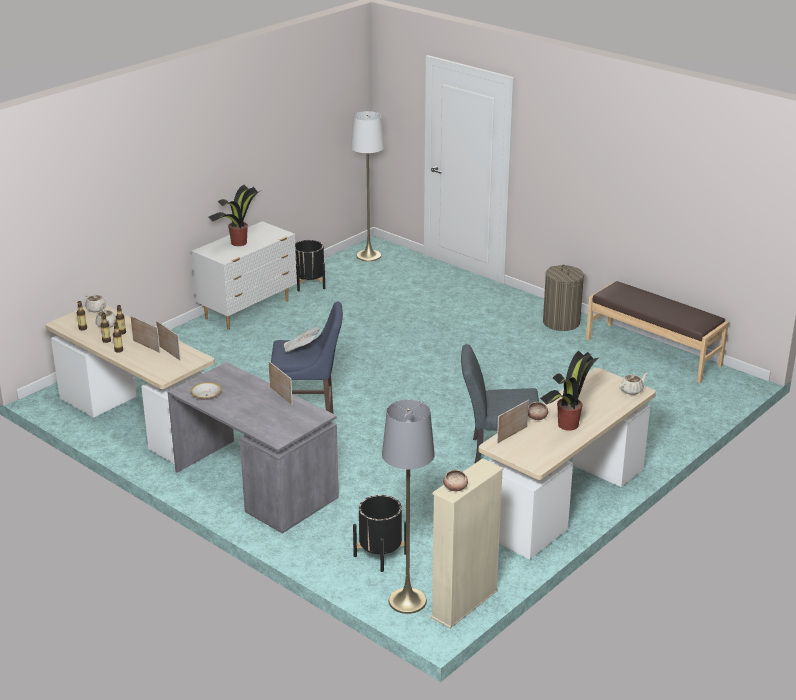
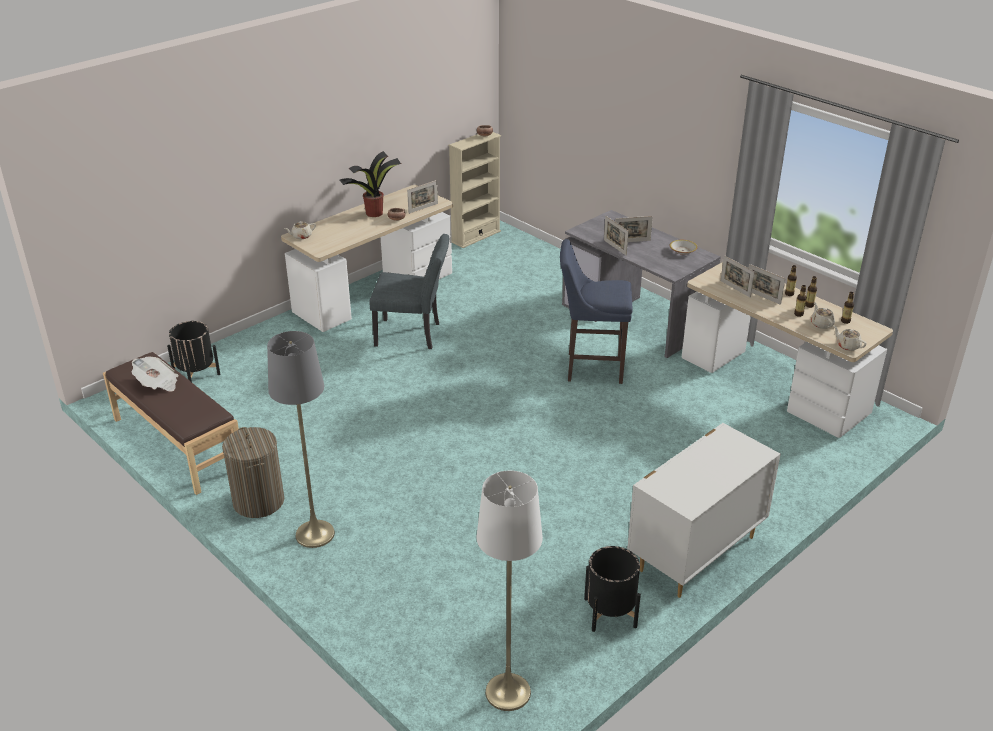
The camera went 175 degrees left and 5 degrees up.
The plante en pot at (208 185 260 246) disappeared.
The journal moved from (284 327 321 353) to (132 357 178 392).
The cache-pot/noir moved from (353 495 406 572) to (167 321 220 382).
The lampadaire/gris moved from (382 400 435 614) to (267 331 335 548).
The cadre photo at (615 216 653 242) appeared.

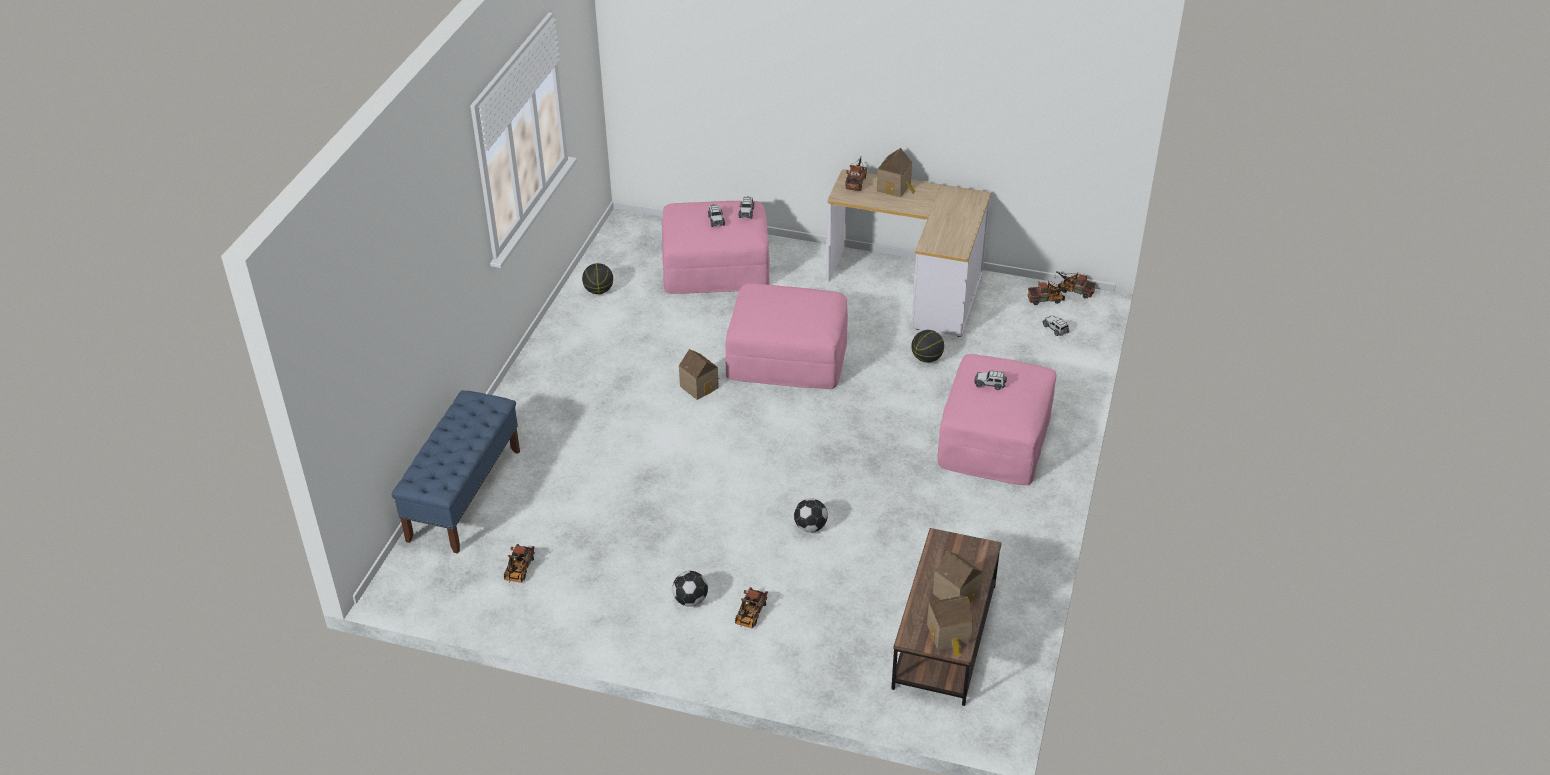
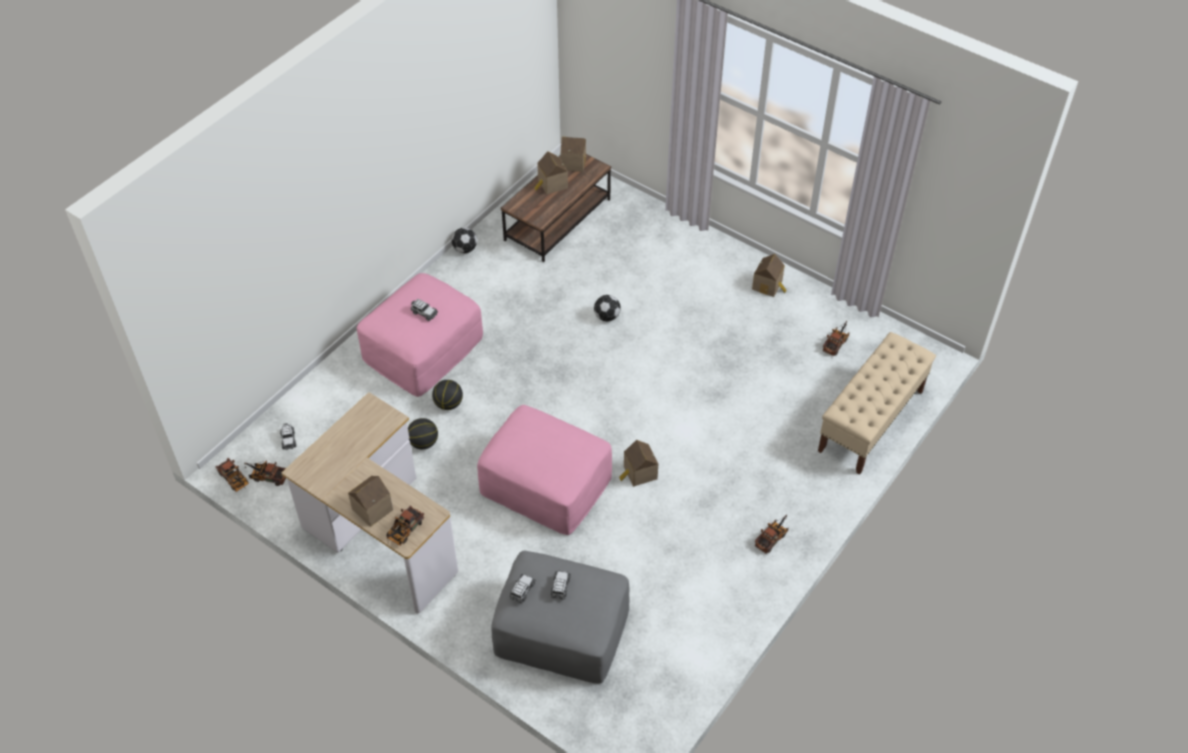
The camera went 160 degrees left and 10 degrees up.
The banc/bleu at (391 390 520 554) became the banc/beige at (818 332 936 475).
The ballon de basket moved from (582 263 613 294) to (432 380 463 410).
The pouf/rose at (662 201 770 294) became the pouf/gris at (491 550 630 684).
The ballon de foot moved from (672 571 708 607) to (452 228 477 253).
The camion jouet moved from (735 587 768 628) to (755 515 788 554).
The maison miniature at (752 254 786 297) appeared.

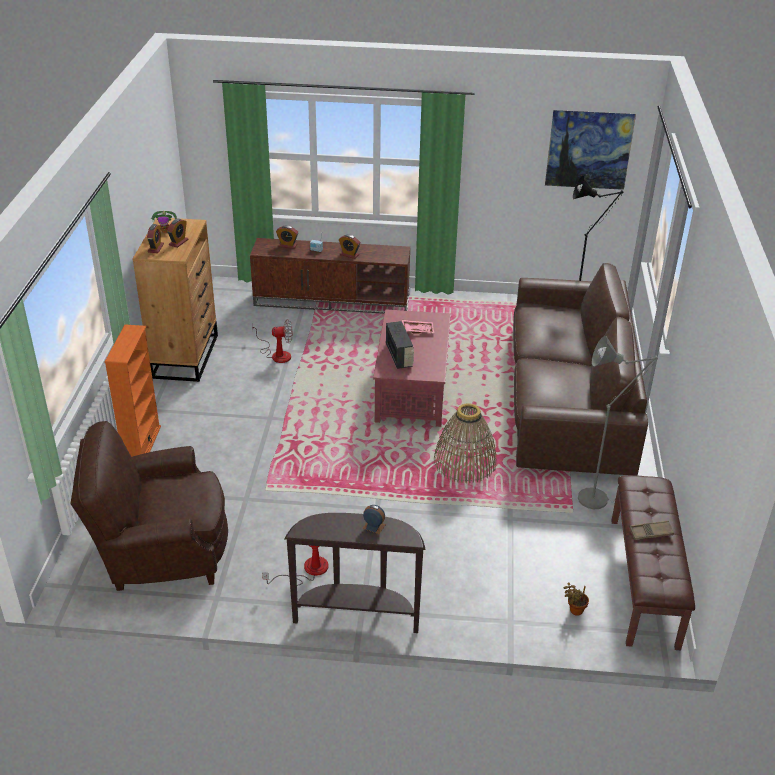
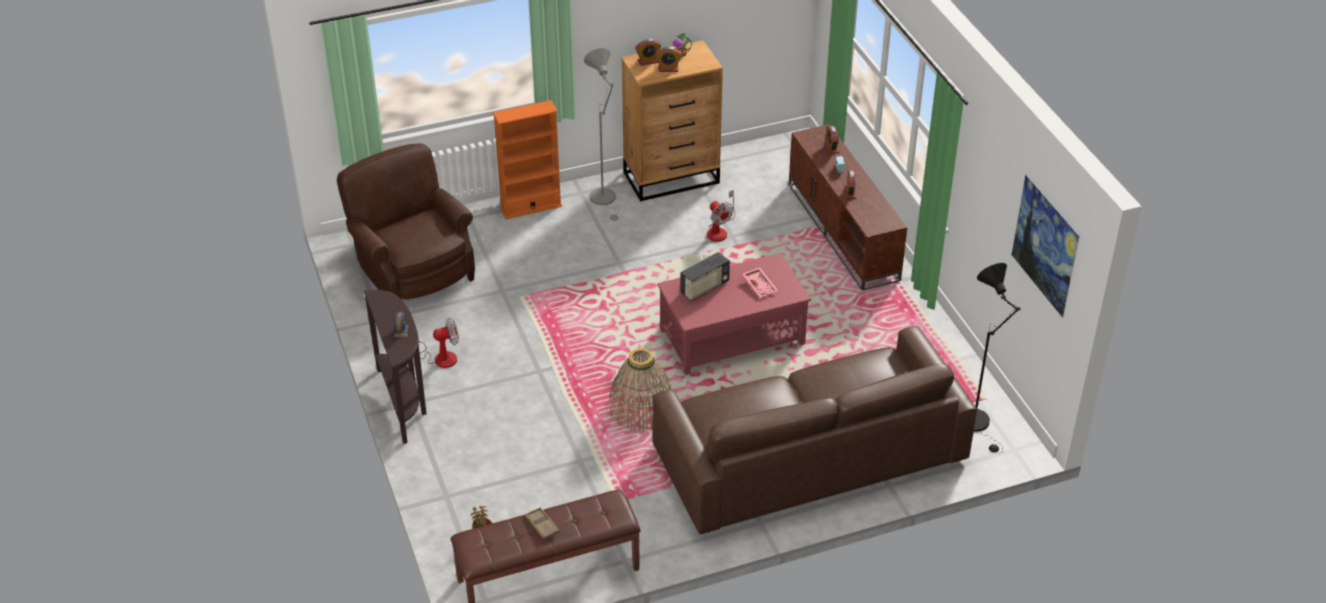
The camera went 65 degrees right and 5 degrees up.
The lampadaire/gris moved from (578 336 658 509) to (584 48 622 221).

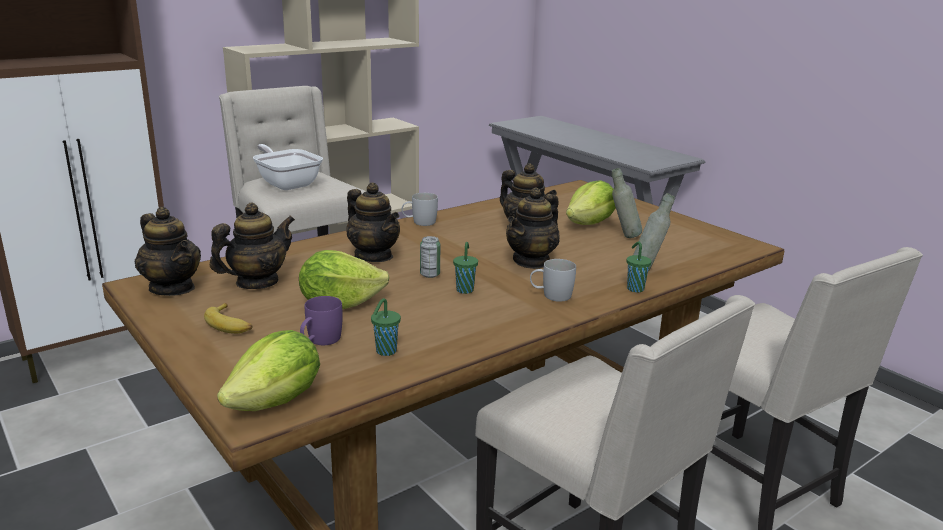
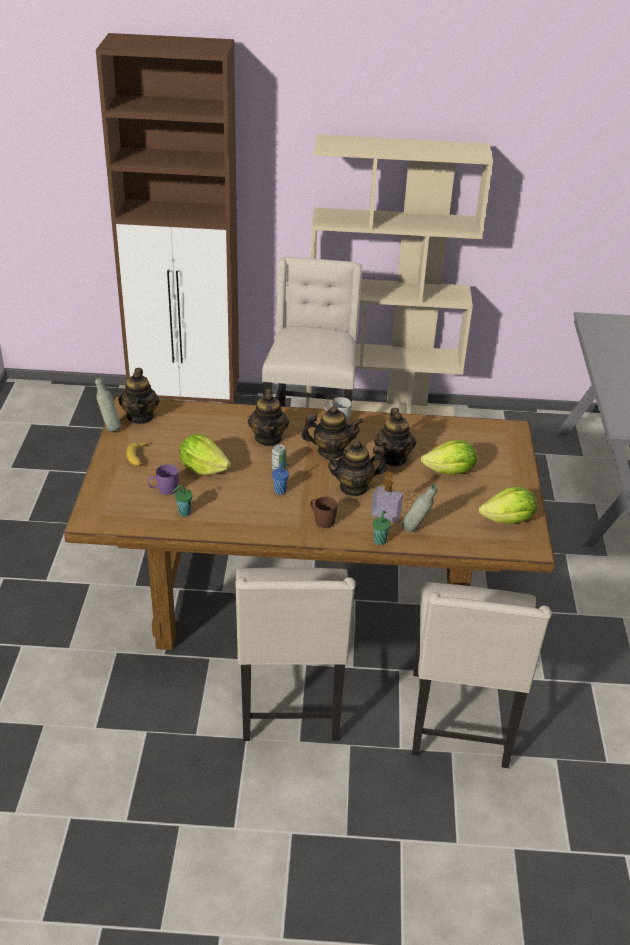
The camera went 40 degrees right and 15 degrees up.
The théière moved from (210 202 295 289) to (301 405 363 458).
The laitue moved from (217 330 320 411) to (479 486 537 524).
The poêle at (253 144 323 190) disappeared.
The tasse/vert at (453 242 478 294) became the tasse/bleu at (272 462 289 495).
The mug/blanc at (530 259 576 302) became the mug/marron at (310 497 337 528).
The bouteille/gris moved from (612 168 642 238) to (95 377 121 432).
The distributeur de savon at (371 472 403 522) appeared.

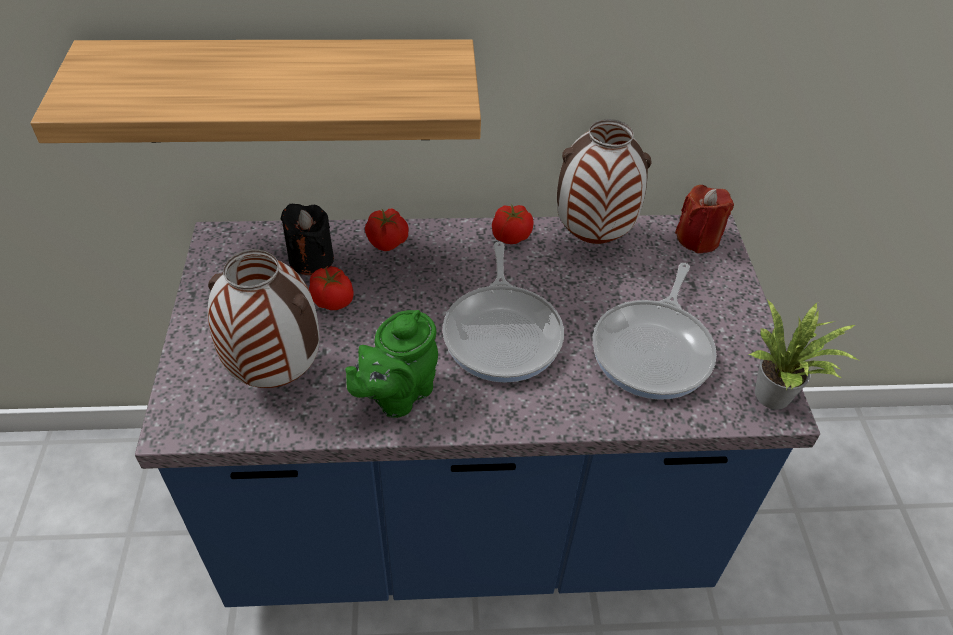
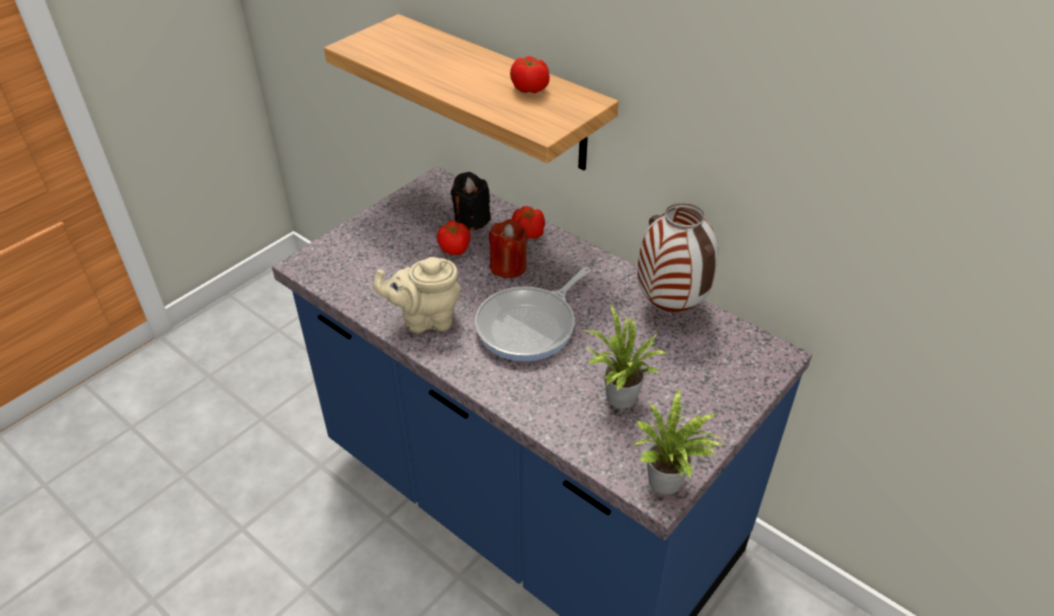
The camera went 45 degrees right and 5 degrees down.
The vase at (208 249 319 388) disappeared.
The théière/vert at (345 310 438 418) became the théière/beige at (373 257 461 333).
The tomate moved from (492 204 533 244) to (510 56 550 93).
The poêle at (593 263 717 400) was replaced by the plante en pot at (582 305 667 409).
The bougie/rouge moved from (675 185 734 253) to (489 219 527 278).

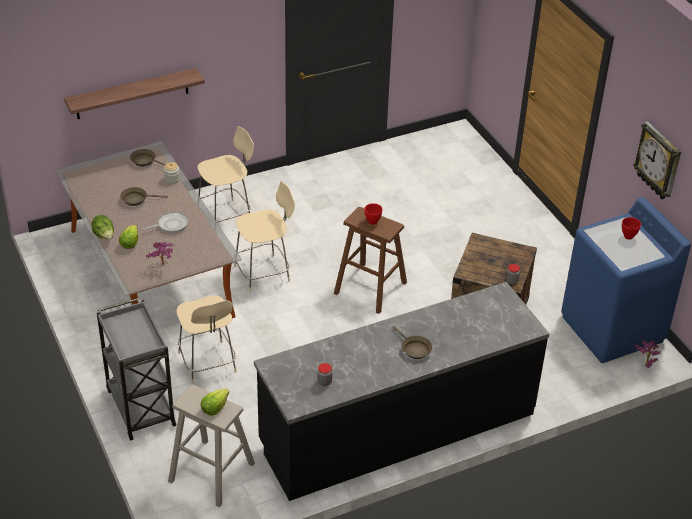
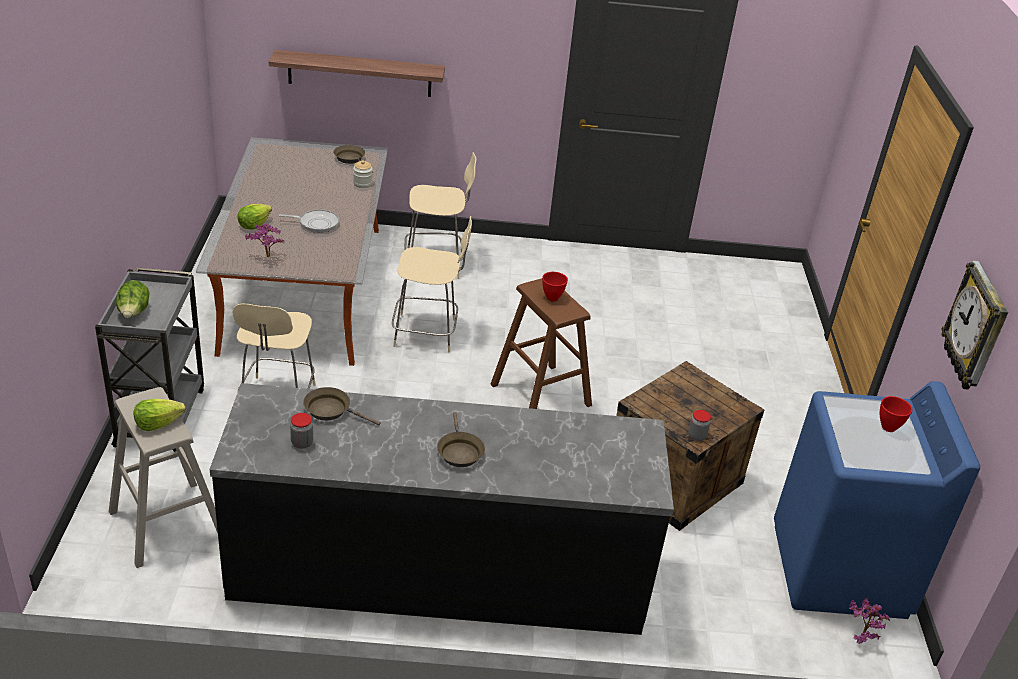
The camera went 25 degrees right and 5 degrees down.
The laitue moved from (91 215 114 240) to (116 280 150 318).
The poêle/marron moved from (120 187 168 206) to (303 387 381 425).

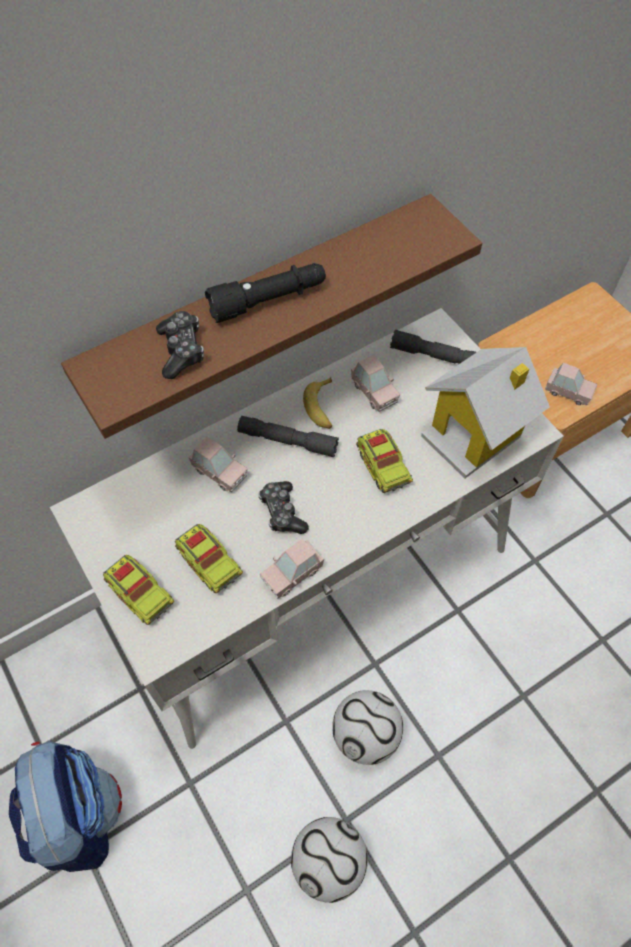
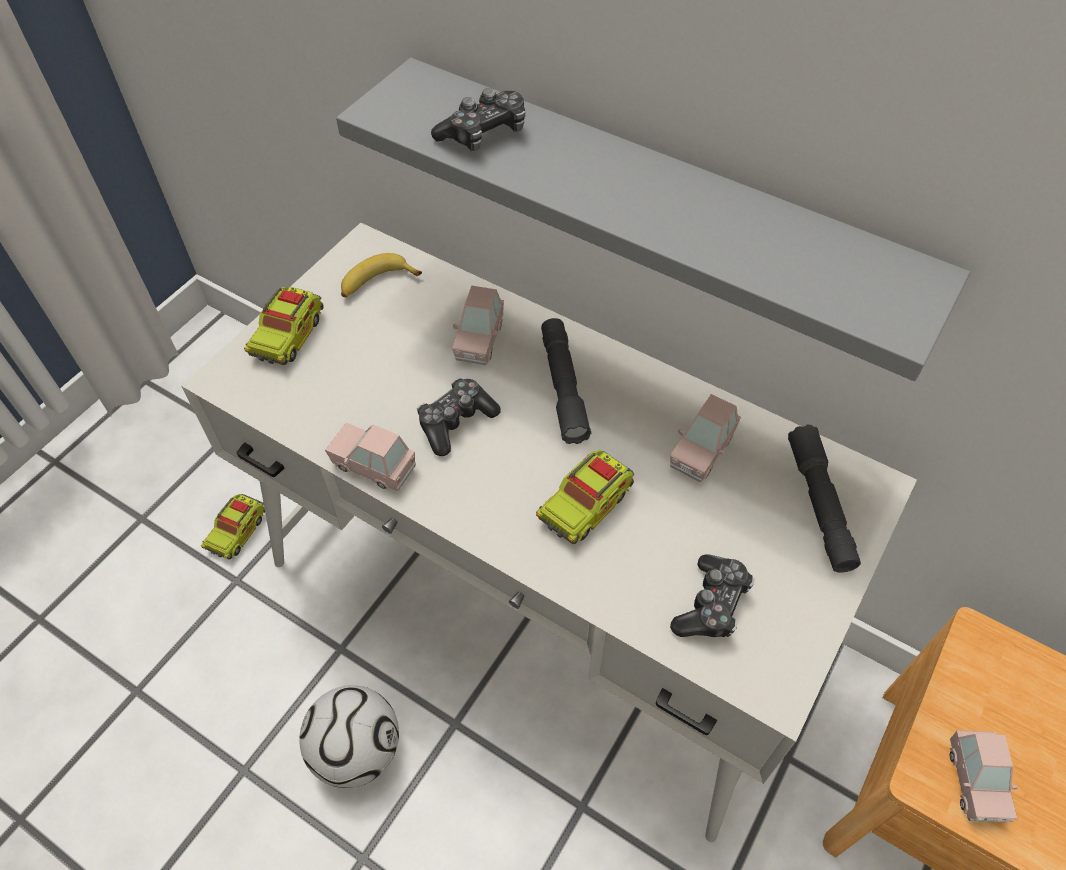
The camera went 65 degrees right and 5 degrees down.
The sac à dos at (9 741 122 872) disappeared.
The étagère/marron at (61 194 482 439) became the étagère/gris at (336 58 970 381).
The camion jouet moved from (175 524 243 593) to (201 494 265 559).
The lampe de poche/noir at (205 263 326 323) disappeared.
The ballon de foot at (291 817 368 903) disappeared.
The banane moved from (303 377 332 429) to (341 253 422 297).
The maison miniature at (421 347 550 478) was replaced by the manette at (670 554 754 637).

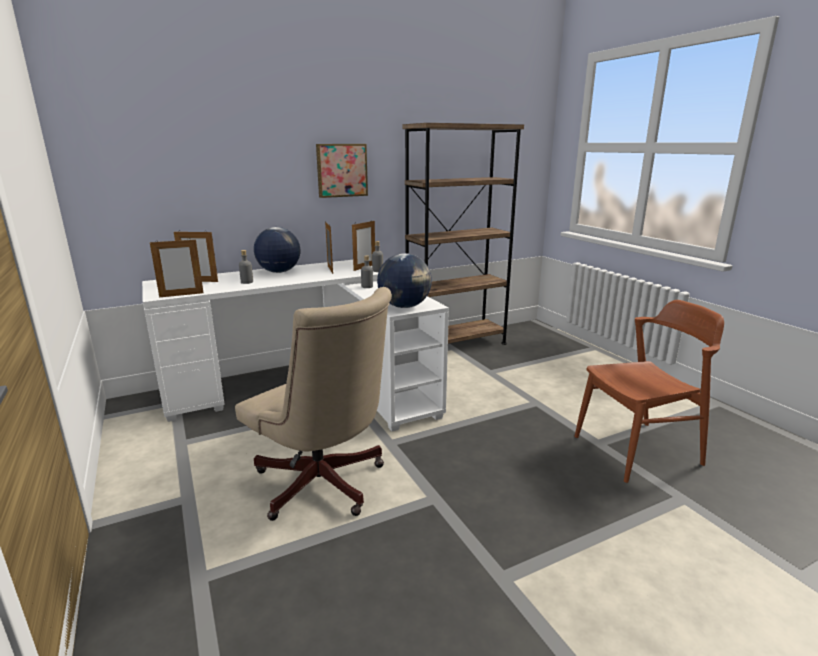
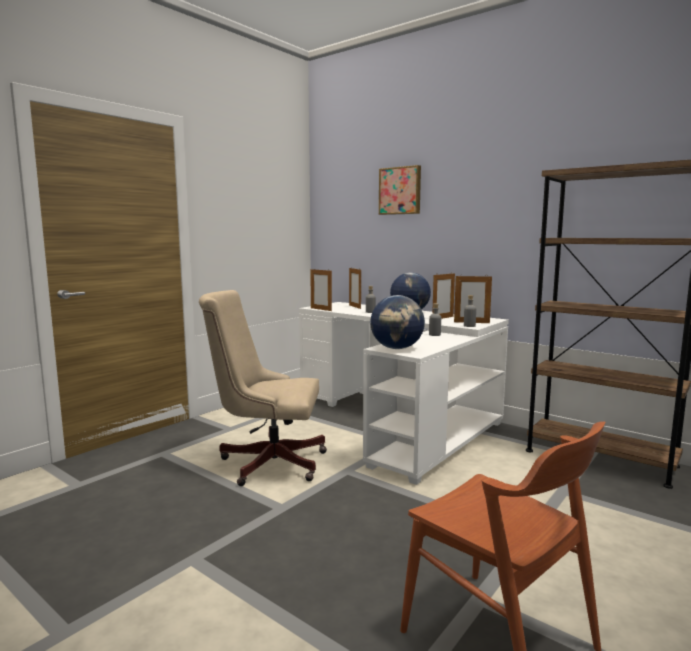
The camera went 65 degrees right and 10 degrees down.
The chaise de bureau/beige at (235 287 392 521) turned 75 degrees clockwise.
The tableau moved from (316 144 368 198) to (379 165 421 215).

